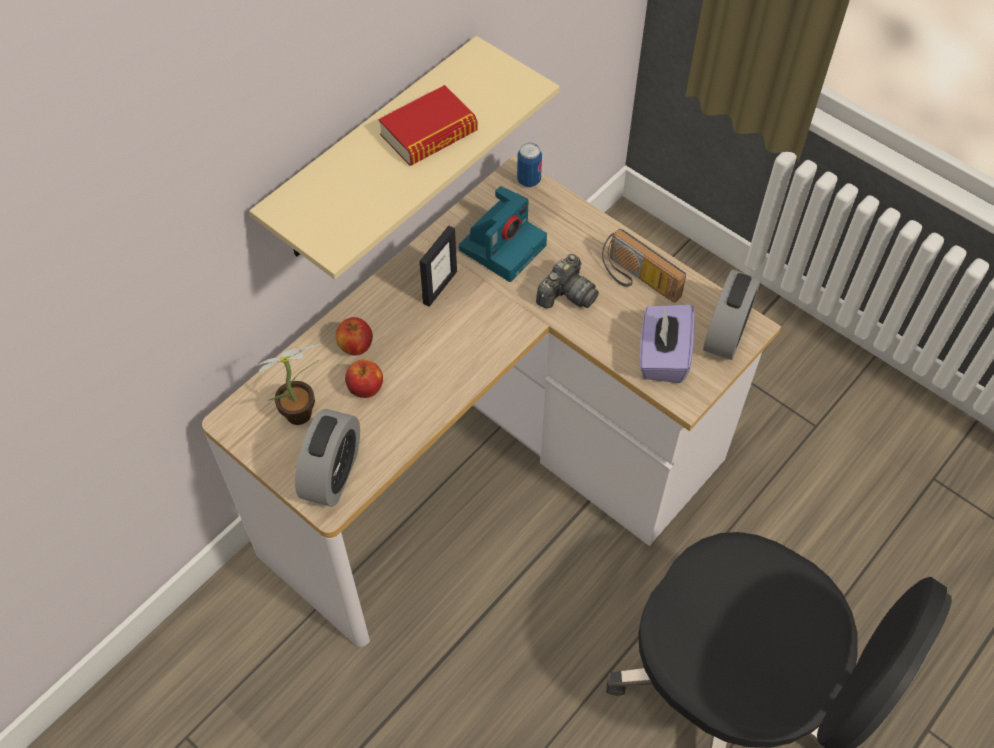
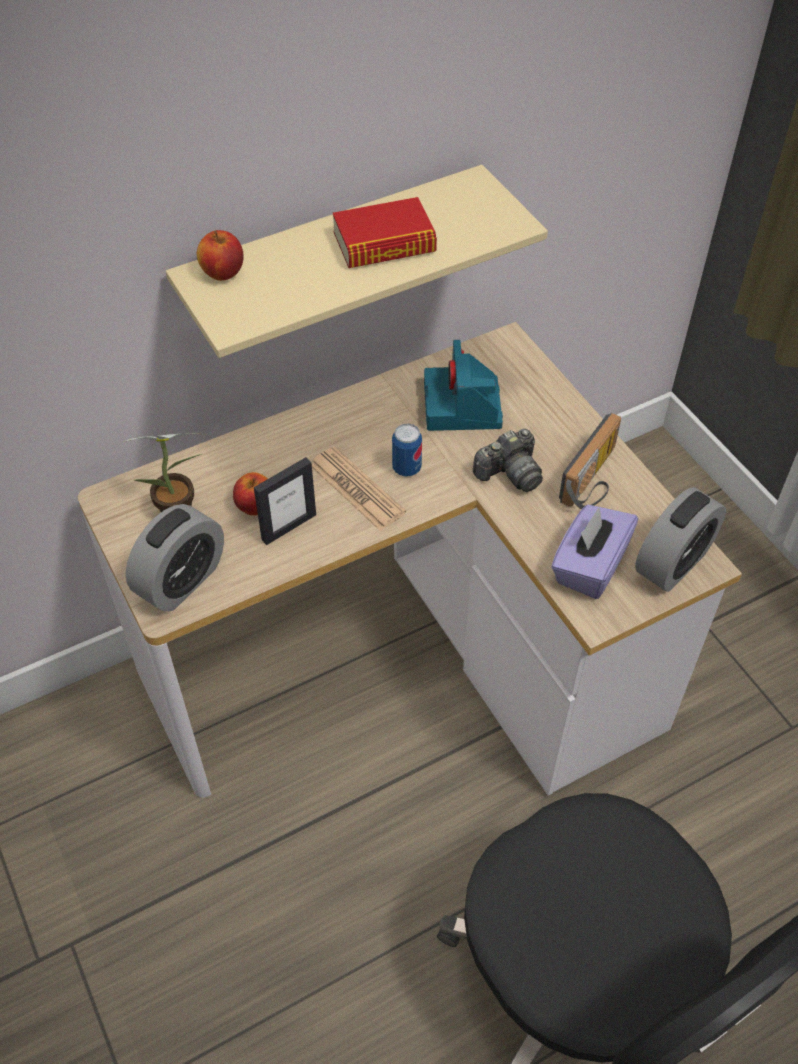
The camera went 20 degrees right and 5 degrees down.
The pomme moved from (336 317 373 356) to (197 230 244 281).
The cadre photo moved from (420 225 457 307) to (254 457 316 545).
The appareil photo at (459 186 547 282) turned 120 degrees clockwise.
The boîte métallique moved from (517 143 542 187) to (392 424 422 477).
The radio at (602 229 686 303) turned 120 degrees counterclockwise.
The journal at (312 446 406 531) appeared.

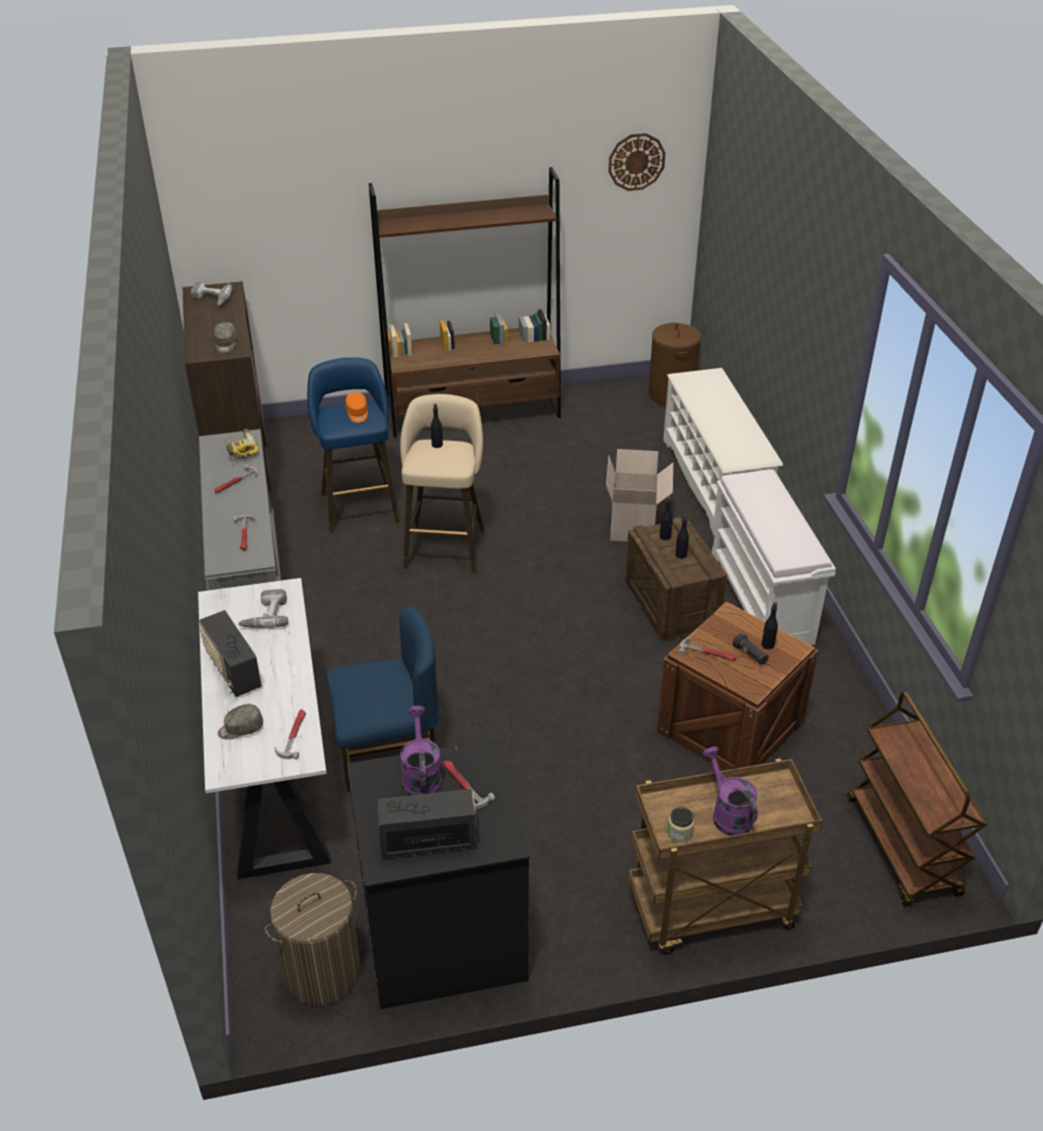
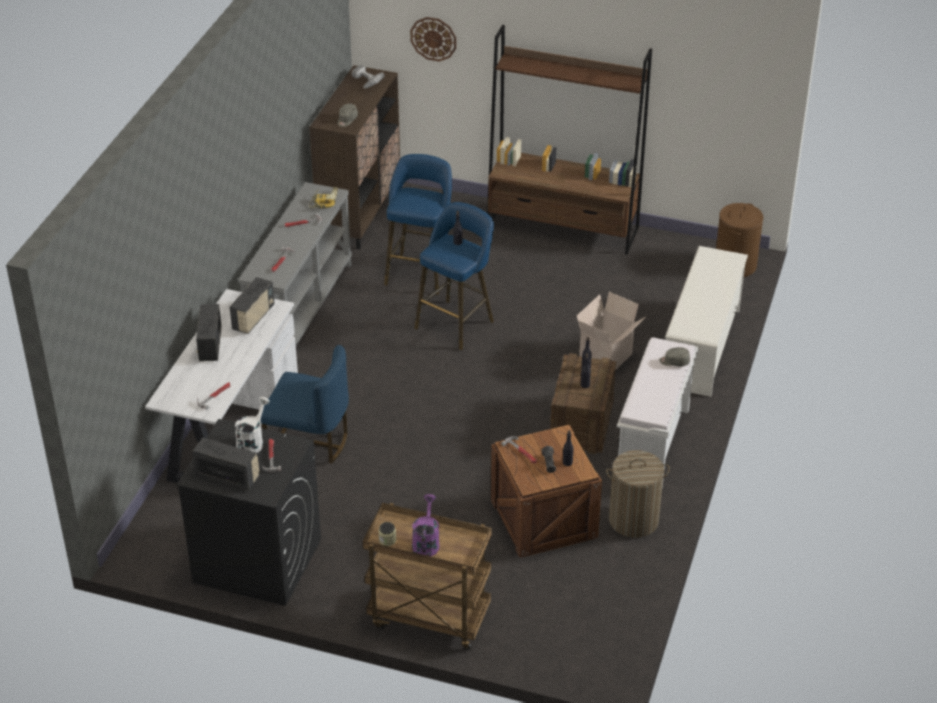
The camera went 30 degrees right and 0 degrees up.
The casquette/gris moved from (218 704 263 740) to (659 347 690 366).
The perceuse at (238 589 288 629) was replaced by the radio at (230 277 274 334).
The panier à linge moved from (265 873 361 1005) to (606 450 670 538).
The casquette/orange at (346 392 368 423) disappeared.
The tabouret/beige at (400 394 485 573) became the tabouret/bleu at (415 202 494 350).
The arrosoir/violet at (400 706 442 796) became the arrosoir/blanc at (235 397 270 453).
The horloge murale moved from (608 133 665 191) to (410 17 456 62).
The chariot/marron at (847 692 987 907) disappeared.

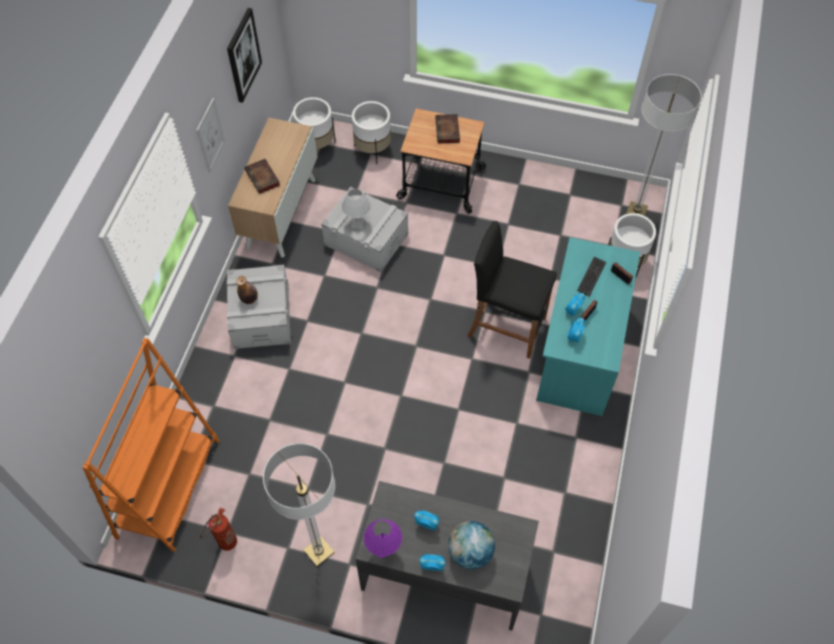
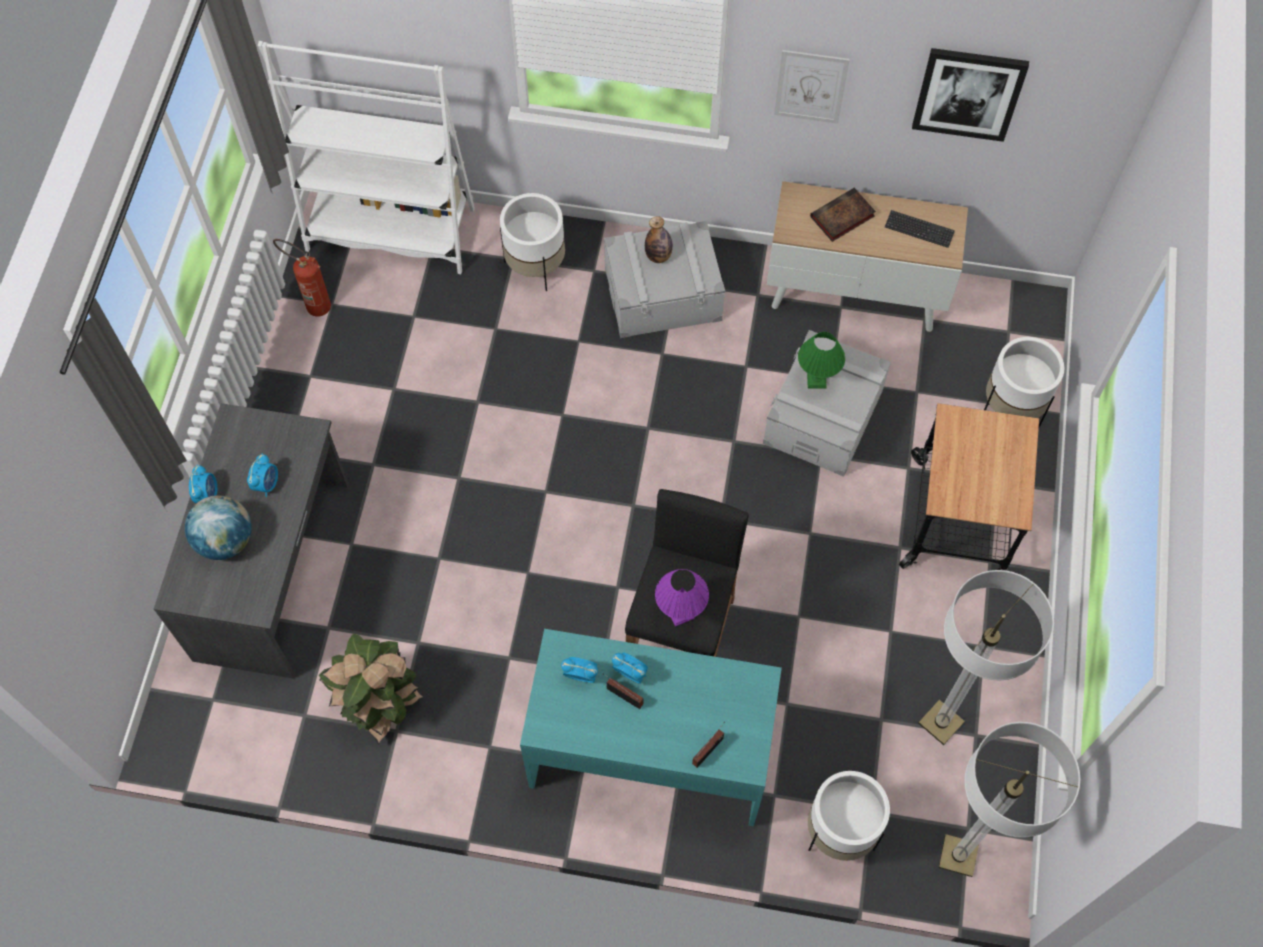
The camera went 85 degrees right and 5 degrees up.
The bibliothèque/orange at (82 338 220 552) became the bibliothèque/blanc at (258 41 475 274).
The lampadaire moved from (263 443 335 567) to (918 570 1054 745).
The cache-pot/blanc moved from (293 97 335 149) to (500 193 565 291).
The lampe de table/blanc at (342 189 371 229) became the lampe de table/vert at (798 332 845 389).
The lampe de table/violet moved from (364 519 402 559) to (655 569 709 627).
The livre at (435 114 460 144) disappeared.
The clavier moved from (577 257 606 297) to (885 210 955 248).
The plante en pot at (319 633 424 744) appeared.

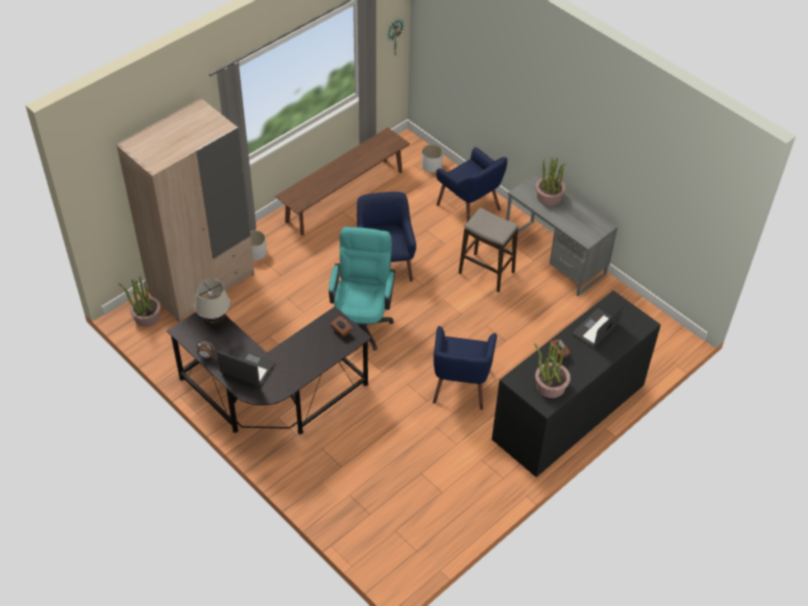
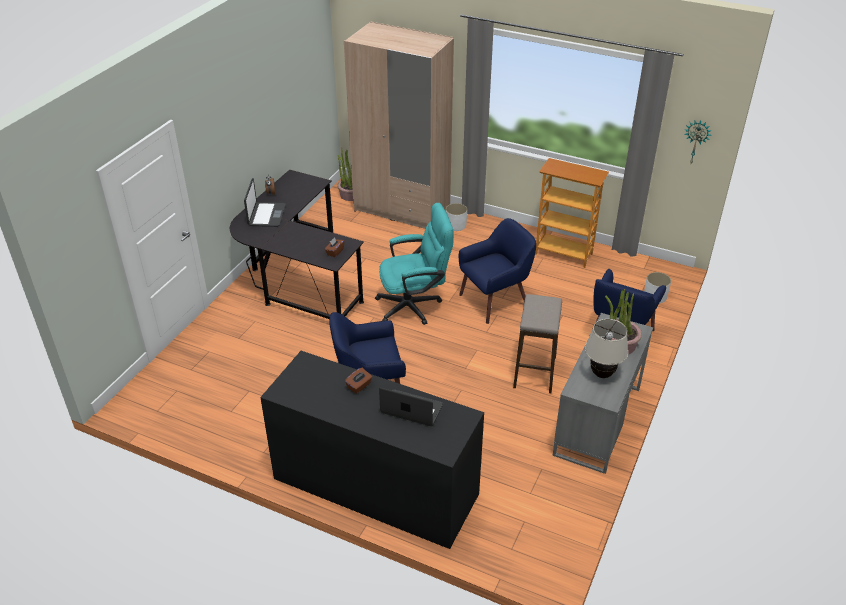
The camera went 70 degrees right and 10 degrees down.
The lampe de table/beige moved from (194 279 231 327) to (585 319 628 378).
The banc/marron at (275 128 410 236) was replaced by the bibliothèque at (535 158 609 268).
The plante en pot at (534 341 570 398) disappeared.

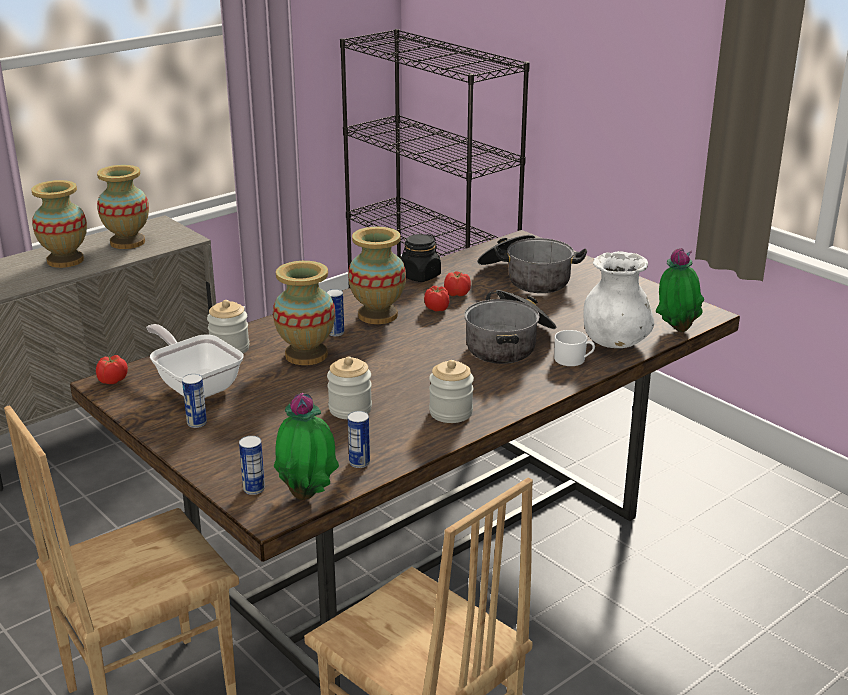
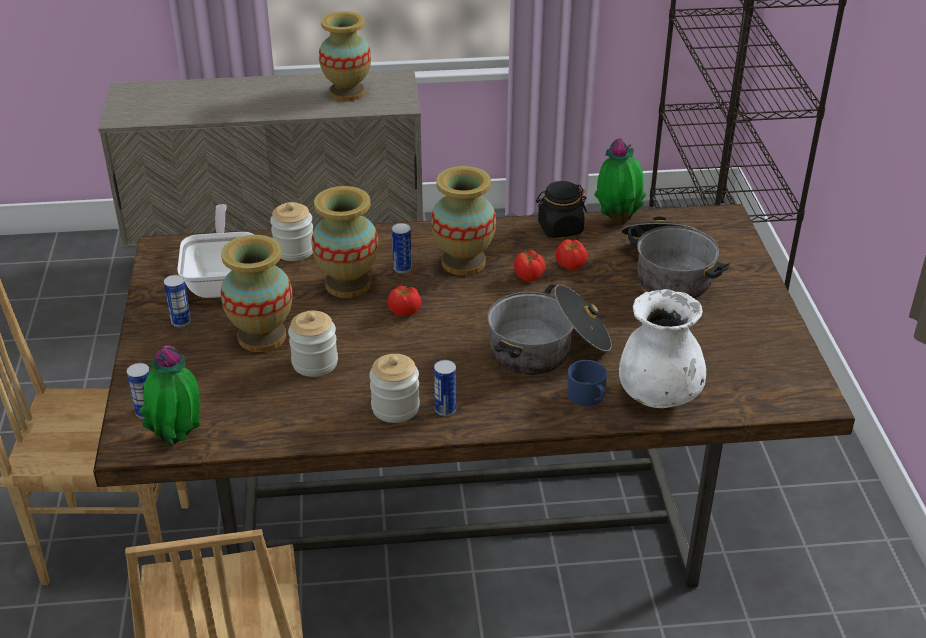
The camera went 35 degrees right and 10 degrees up.
The vase moved from (31 180 87 268) to (221 235 293 352).
The tomate moved from (96 355 128 384) to (387 286 421 316).
The boîte métallique moved from (348 411 370 468) to (434 360 456 416).
The mug/blanc at (554 330 595 366) became the mug/bleu at (567 360 607 407).
The plante en pot moved from (655 248 704 332) to (594 138 646 225).

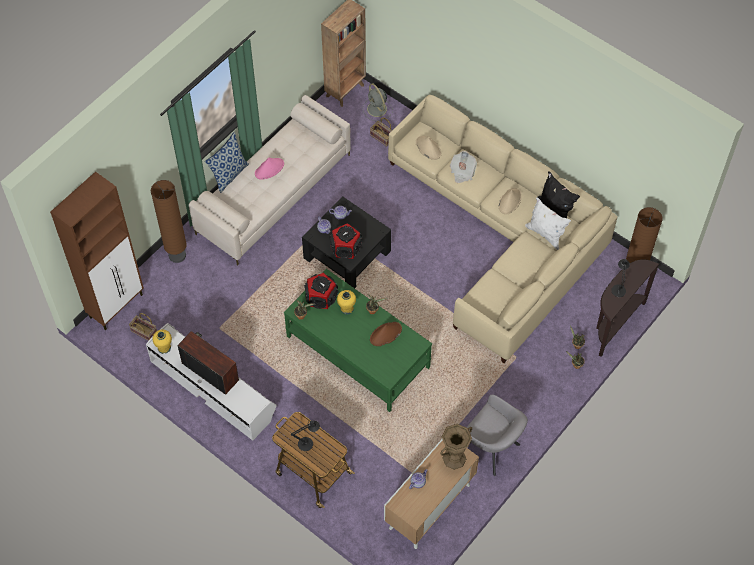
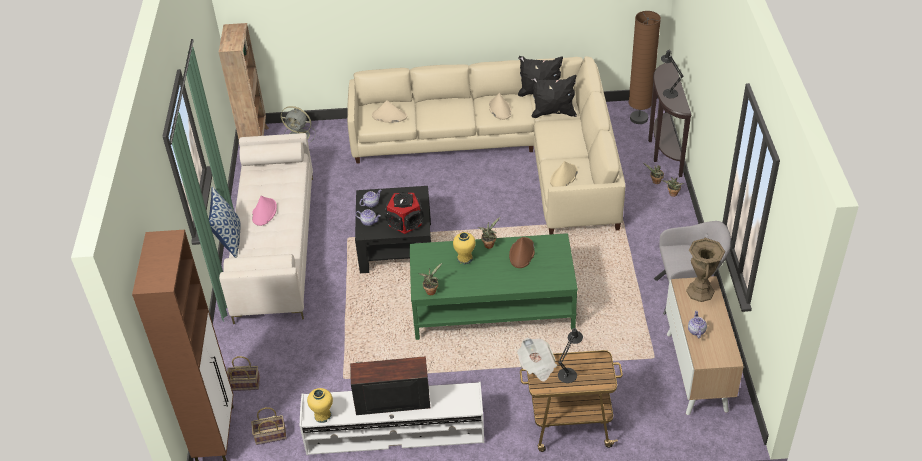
The camera went 40 degrees left and 15 degrees down.
The lampadaire/marron at (151 180 187 263) disappeared.
The enceinte at (304 272 339 309) disappeared.
The panier moved from (370 118 392 147) to (227 356 260 391).
The journal moved from (450 151 477 183) to (517 338 557 382).
The coussin/blanc at (525 197 571 250) became the coussin/noir at (531 75 577 118).
The chapeau/beige at (550 161 578 187) appeared.

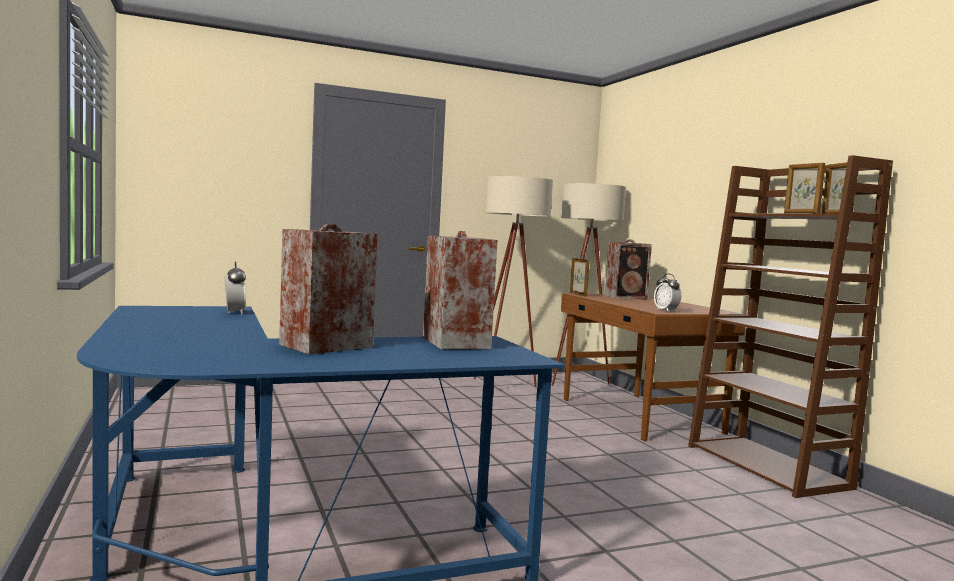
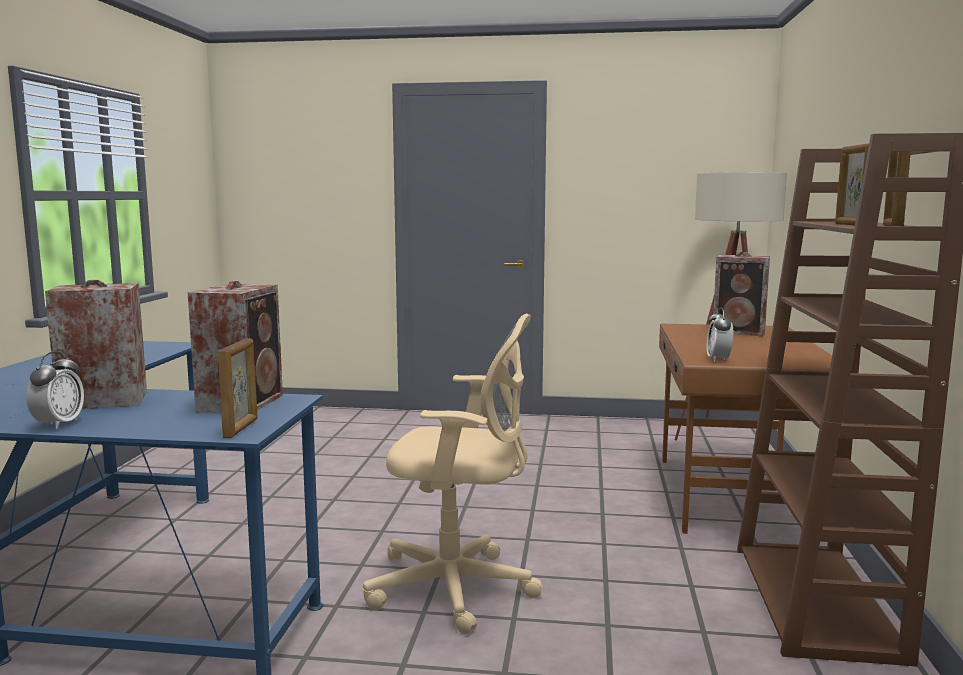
The camera went 30 degrees right and 5 degrees up.
The réveil moved from (225 261 246 315) to (26 351 84 429).
The lampadaire/beige at (474 176 553 387) disappeared.
The cadre photo moved from (570 258 590 297) to (218 339 258 438).
The chaise de bureau/beige at (363 314 543 635) appeared.

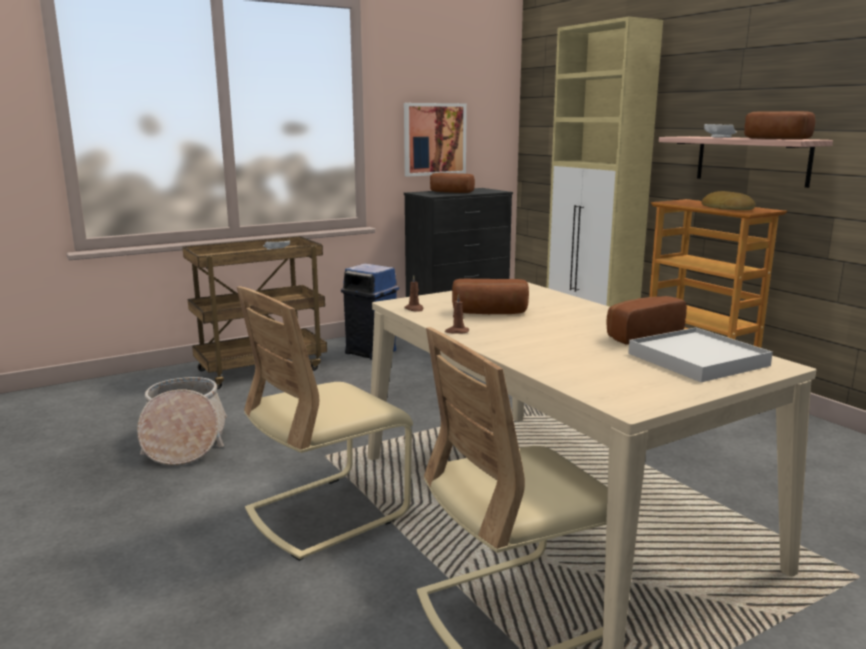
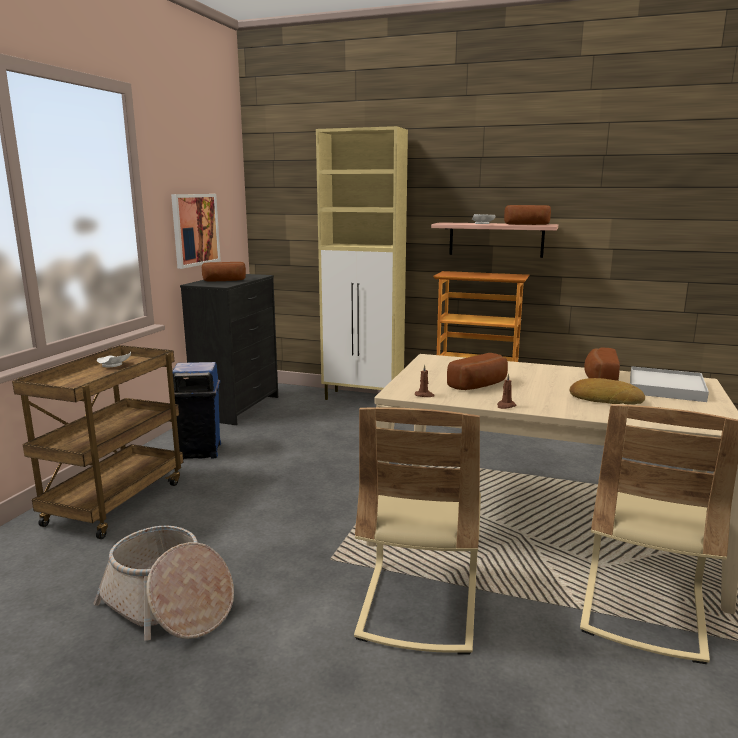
The camera went 40 degrees left and 0 degrees up.
The pain moved from (701 191 755 210) to (570 378 645 405).

